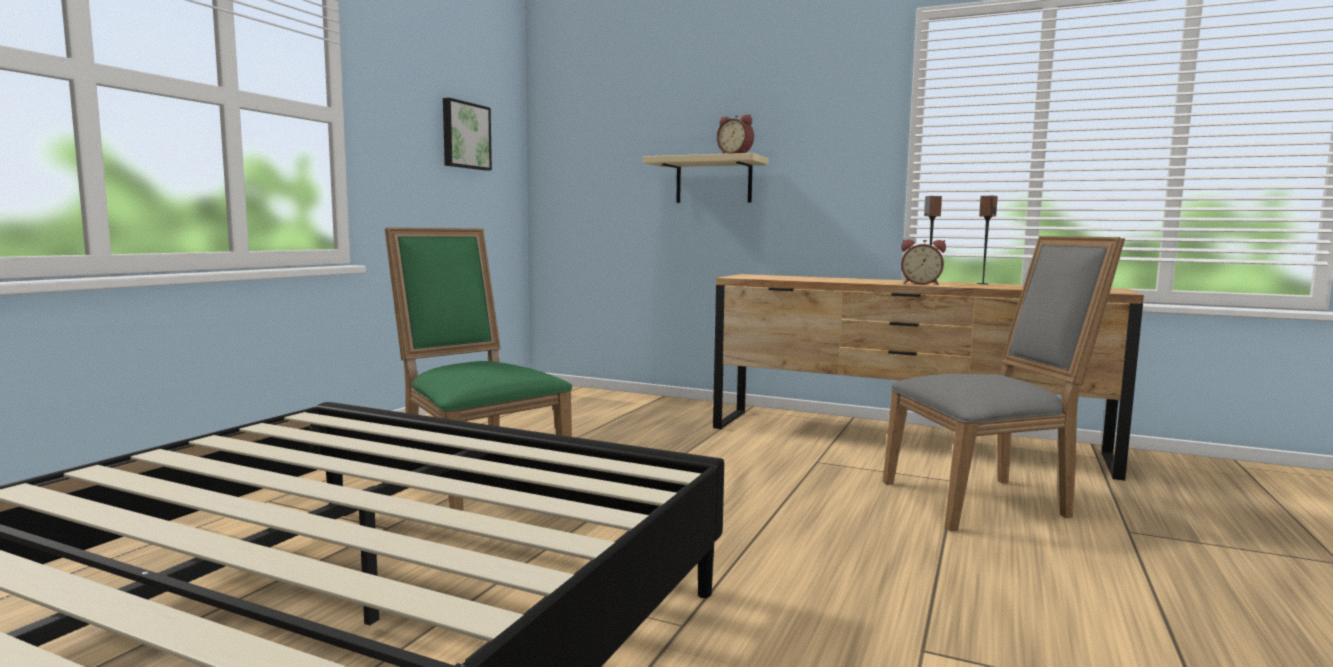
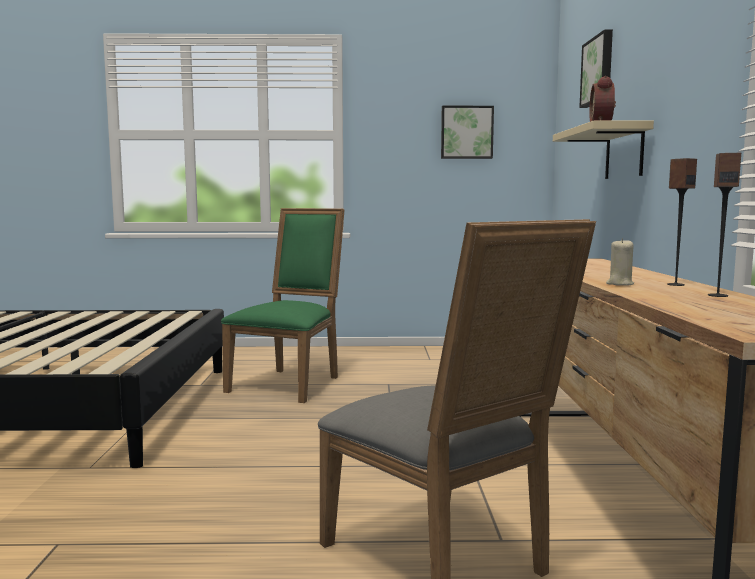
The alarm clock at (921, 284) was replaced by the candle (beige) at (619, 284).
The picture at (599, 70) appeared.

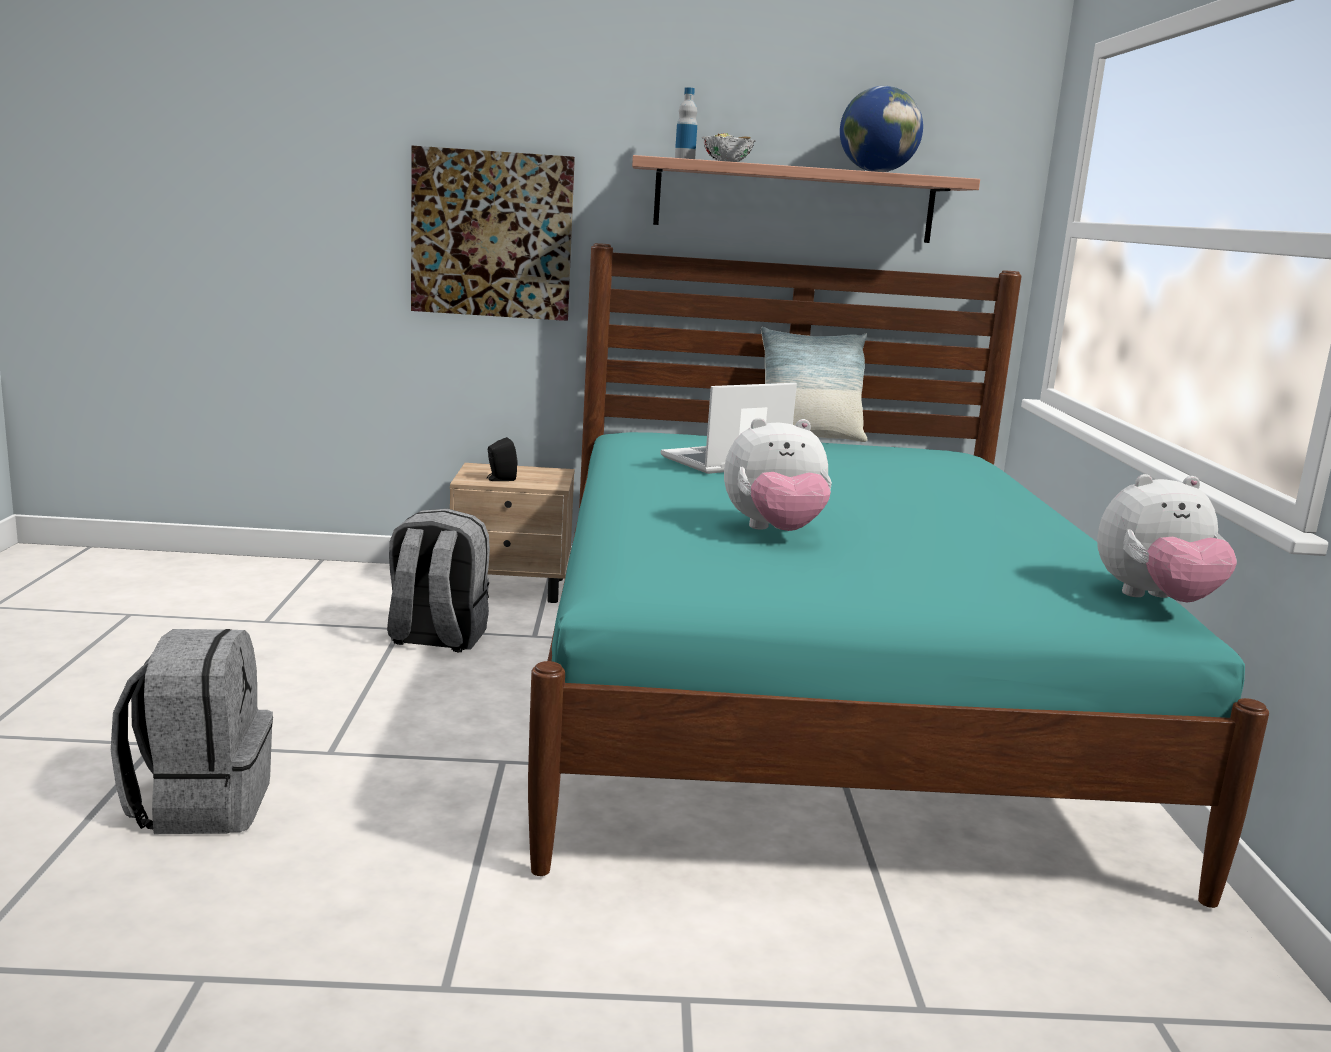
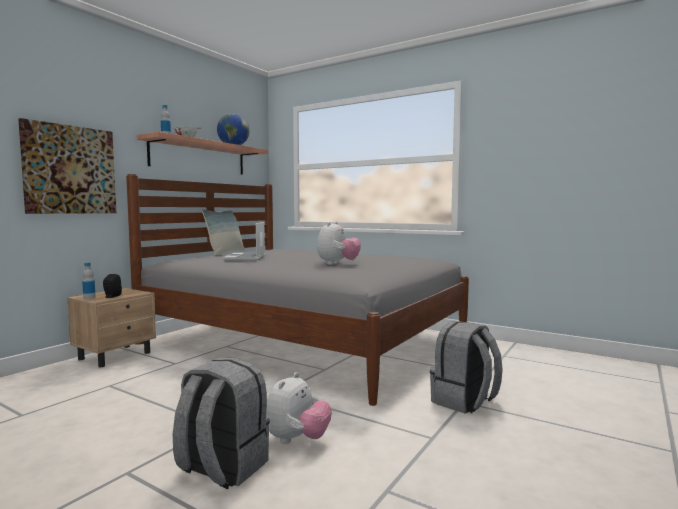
The bed (turquoise) at (812, 699) became the bed (grey) at (304, 340).
The plush toy moved from (1155, 600) to (297, 439).
The backpack (grey) moved from (436, 638) to (464, 402).
The bottle at (89, 298) appeared.

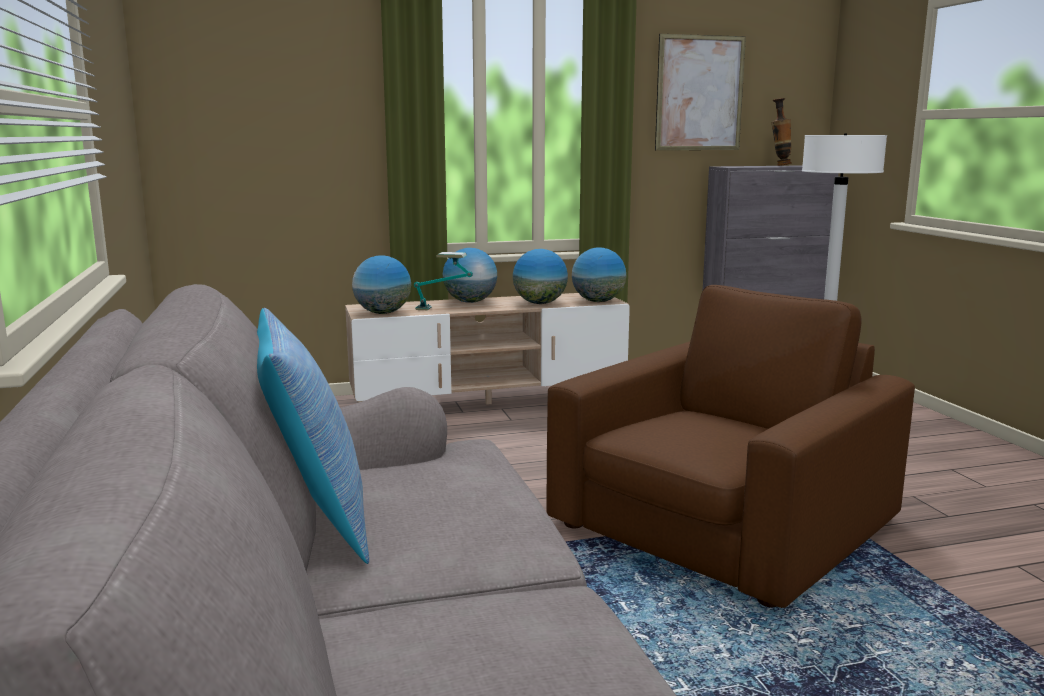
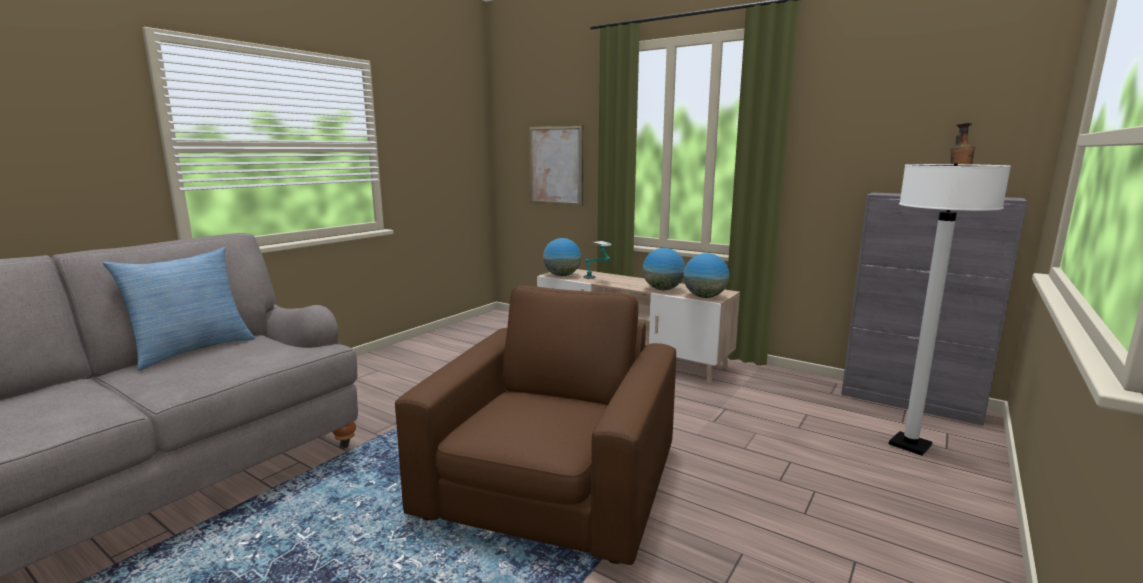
The picture moved from (699, 93) to (555, 165).
The globe at (470, 302) disappeared.
The armchair (brown) at (722, 524) turned 75 degrees counterclockwise.

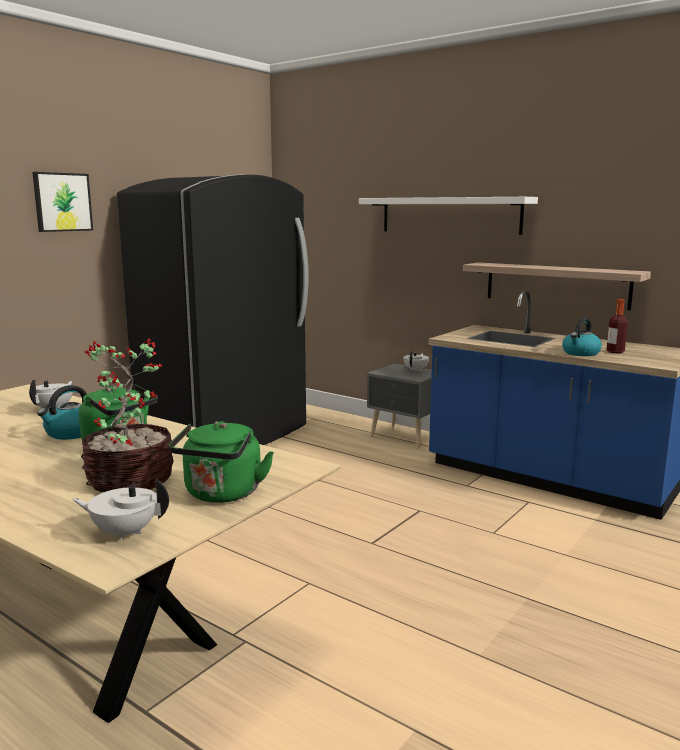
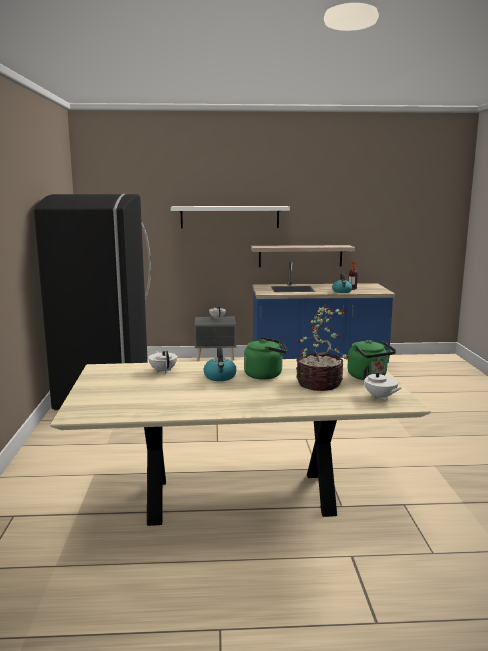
The picture at (62, 202) disappeared.
The teapot (white) at (124, 532) turned 90 degrees counterclockwise.

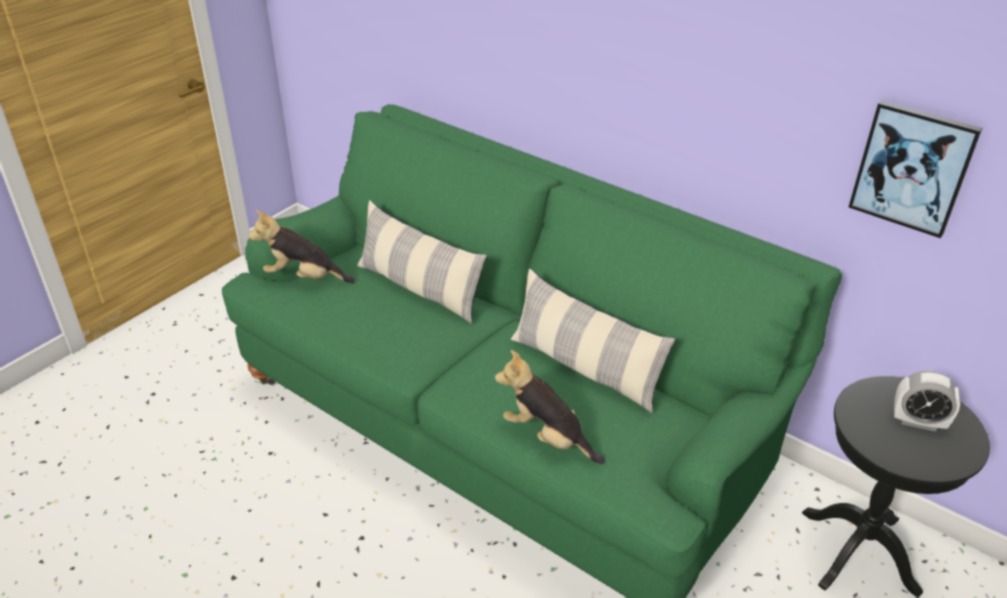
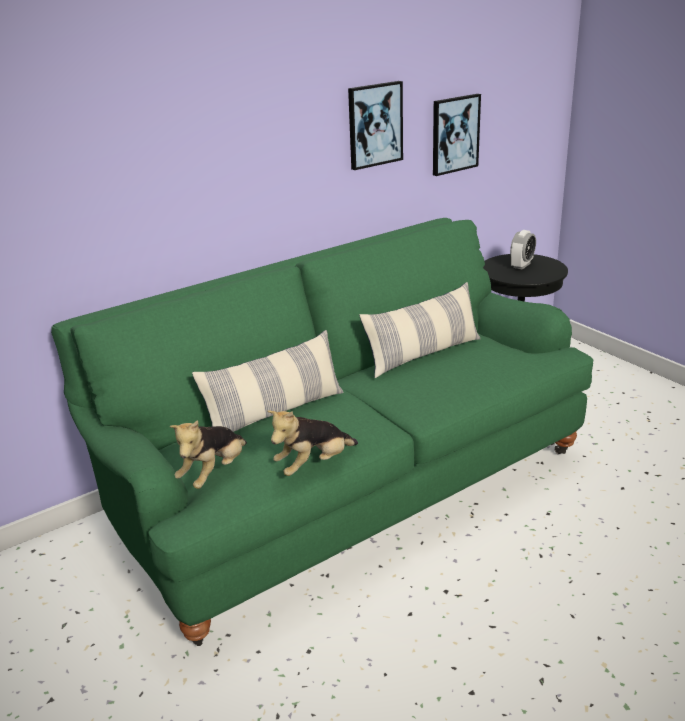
The plush toy moved from (547, 437) to (313, 465).
The picture at (374, 125) appeared.

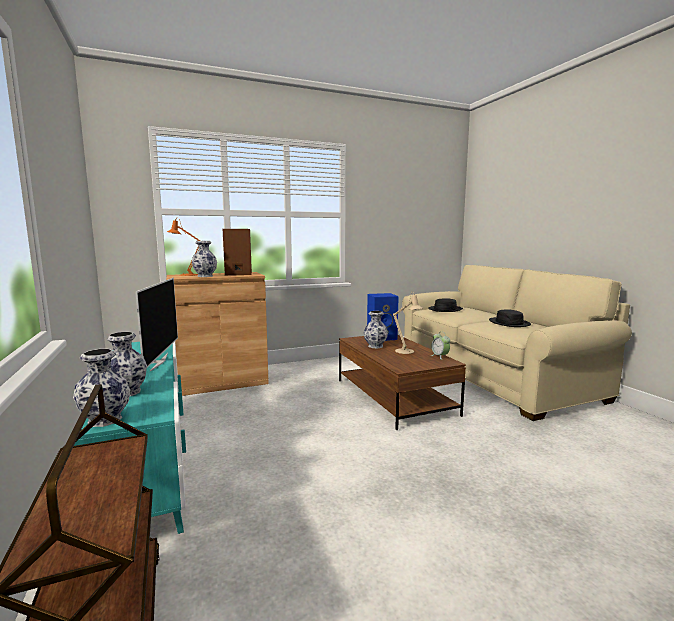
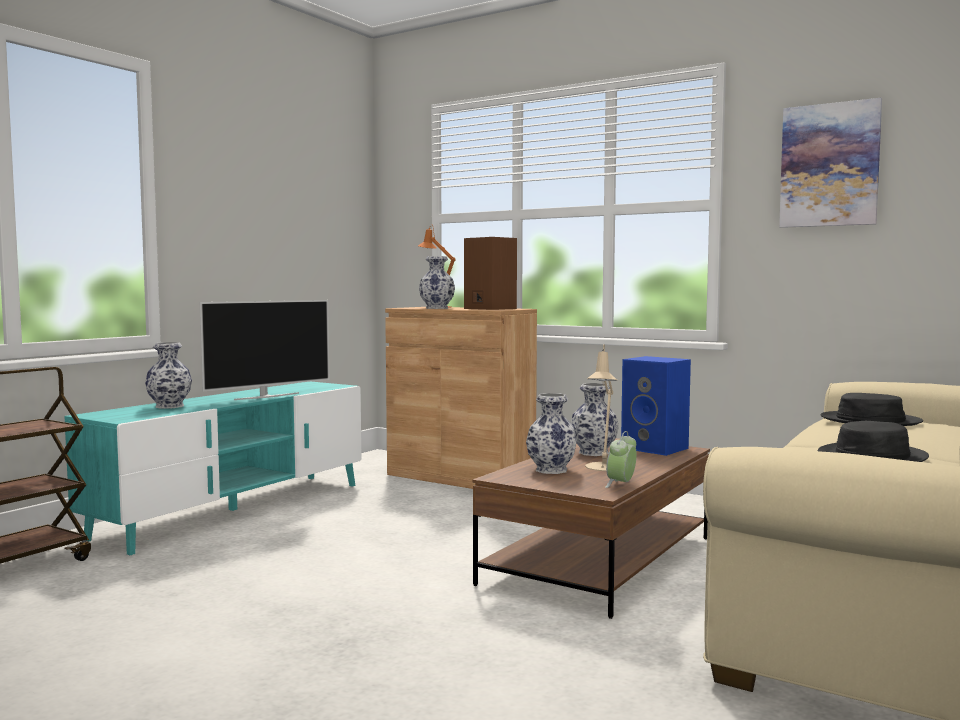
The vase moved from (104, 420) to (550, 470).
The picture at (829, 165) appeared.

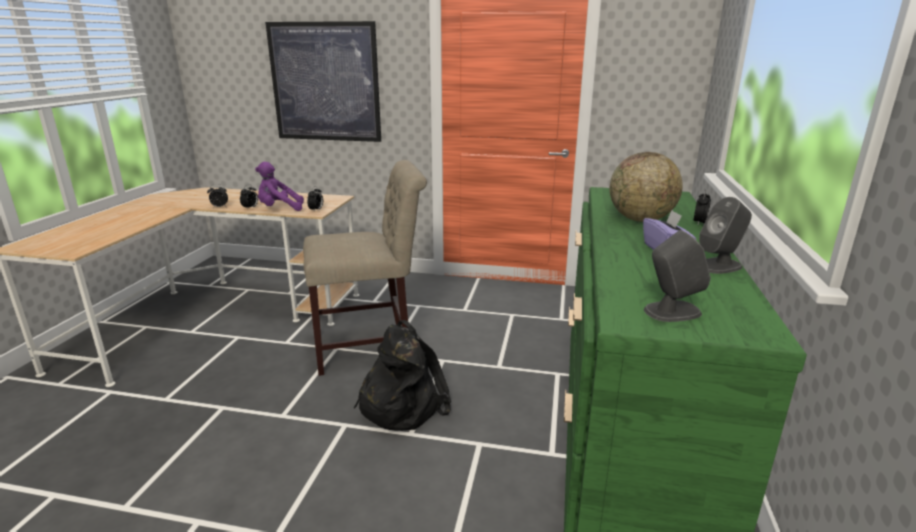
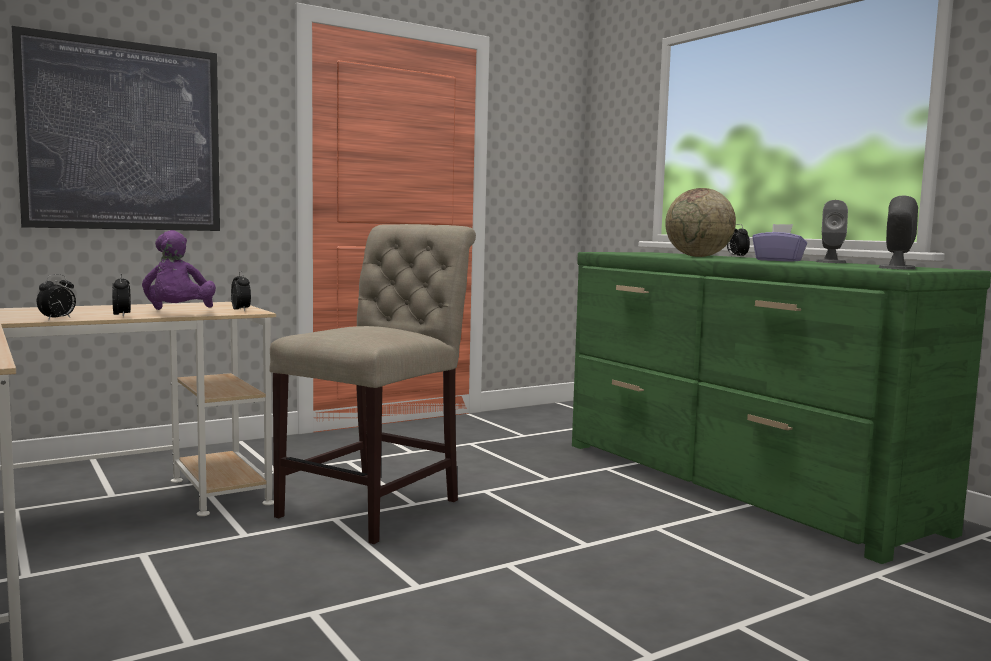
The plush toy (purple) at (279, 209) turned 45 degrees counterclockwise.
The backpack (black) at (401, 404) disappeared.

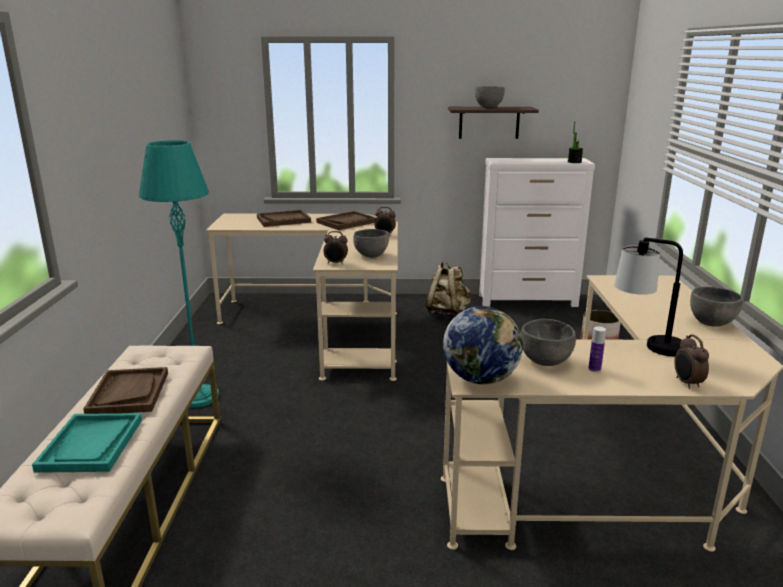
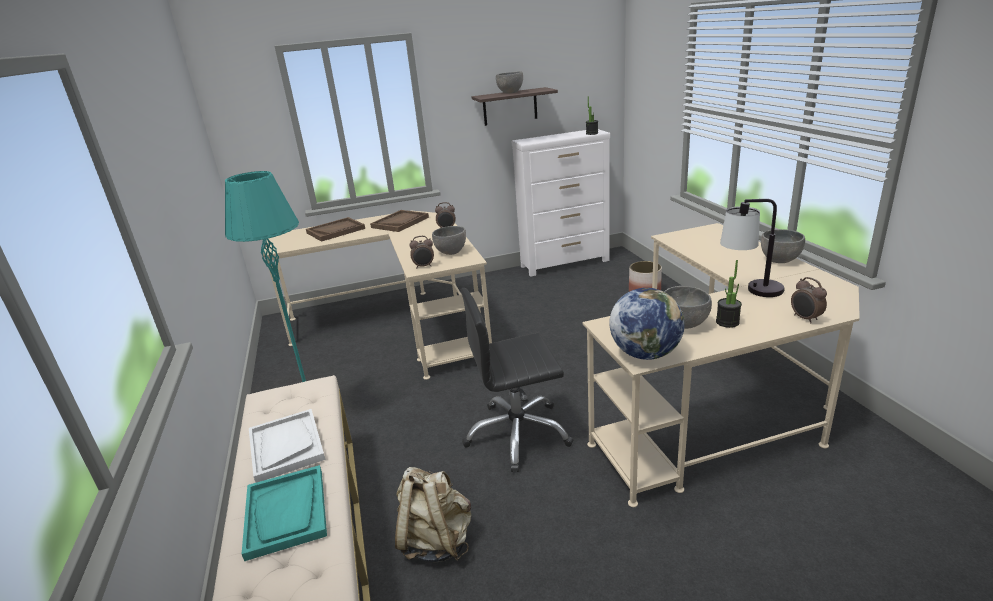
The backpack (beige) moved from (448, 314) to (436, 541).
The bottle at (594, 369) was replaced by the potted plant at (727, 322).
The tray (brown) at (128, 393) became the tray (white) at (286, 446).
The office chair (black) at (518, 434) appeared.

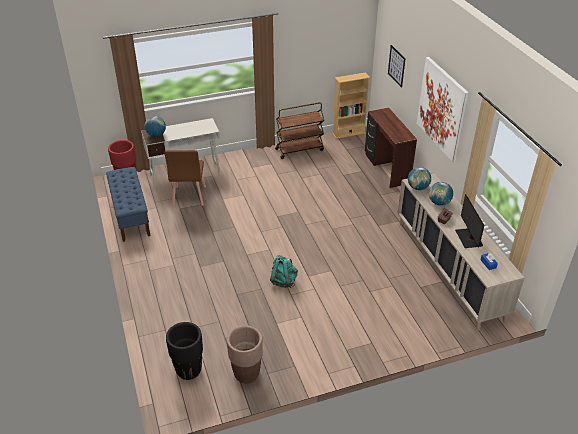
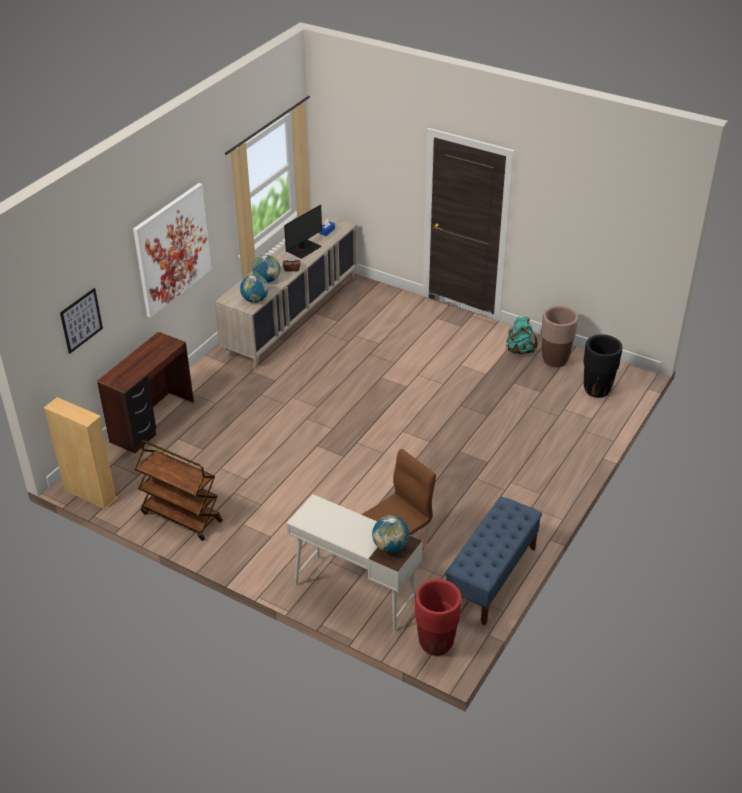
The backpack (turquoise) moved from (283, 281) to (519, 350).

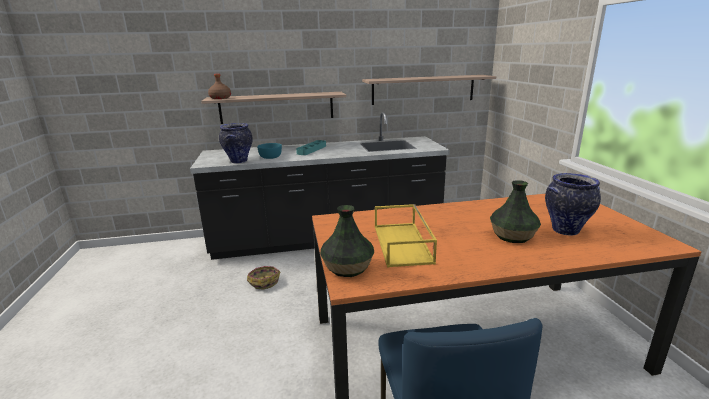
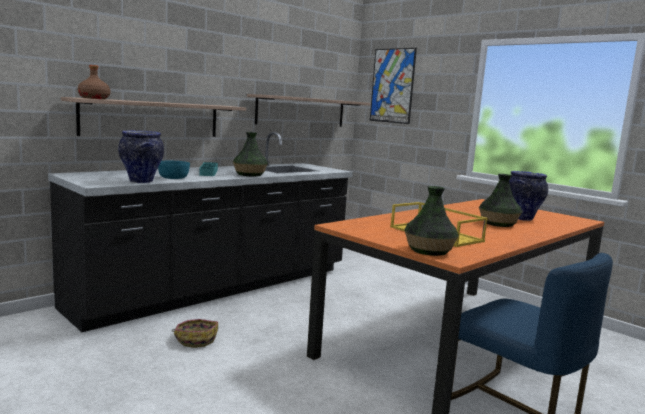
The picture at (392, 85) appeared.
The vase at (250, 174) appeared.

